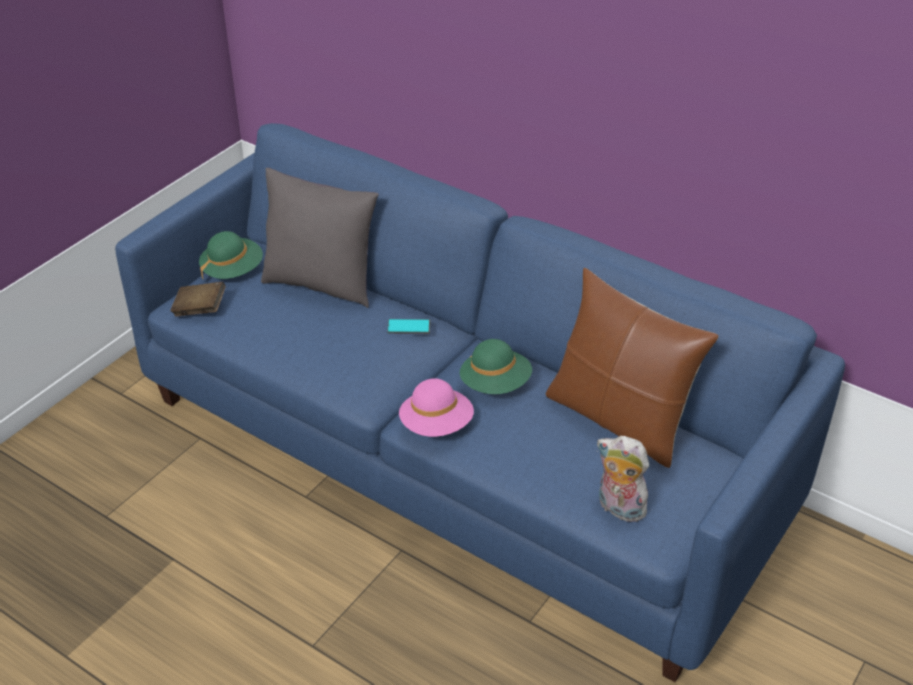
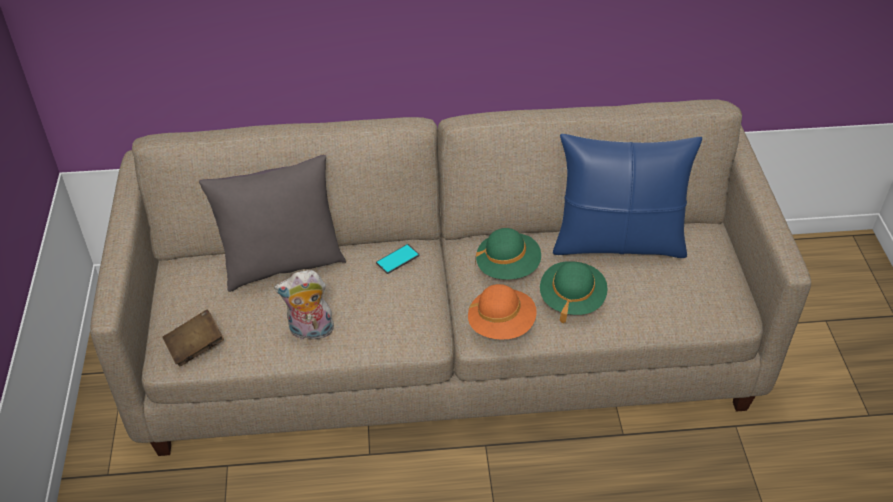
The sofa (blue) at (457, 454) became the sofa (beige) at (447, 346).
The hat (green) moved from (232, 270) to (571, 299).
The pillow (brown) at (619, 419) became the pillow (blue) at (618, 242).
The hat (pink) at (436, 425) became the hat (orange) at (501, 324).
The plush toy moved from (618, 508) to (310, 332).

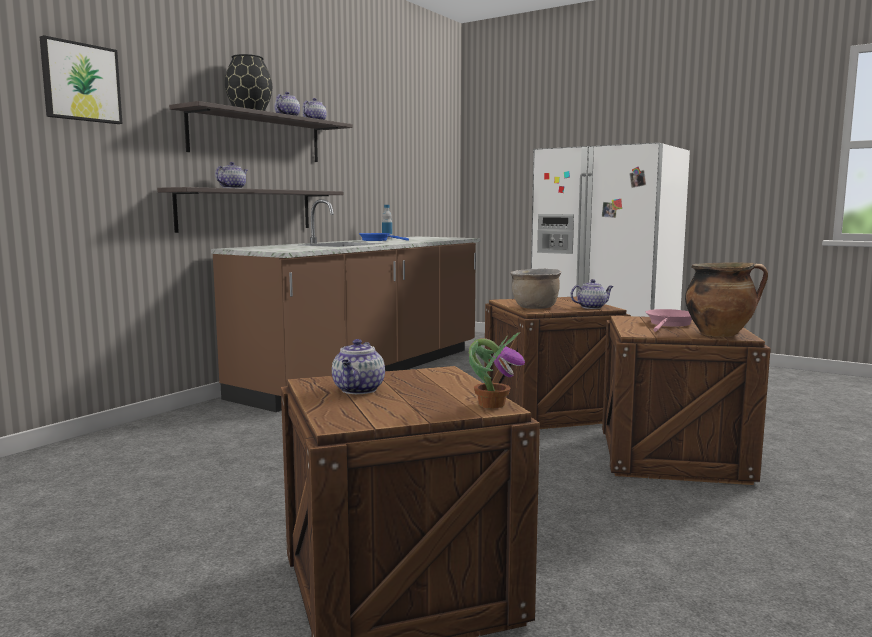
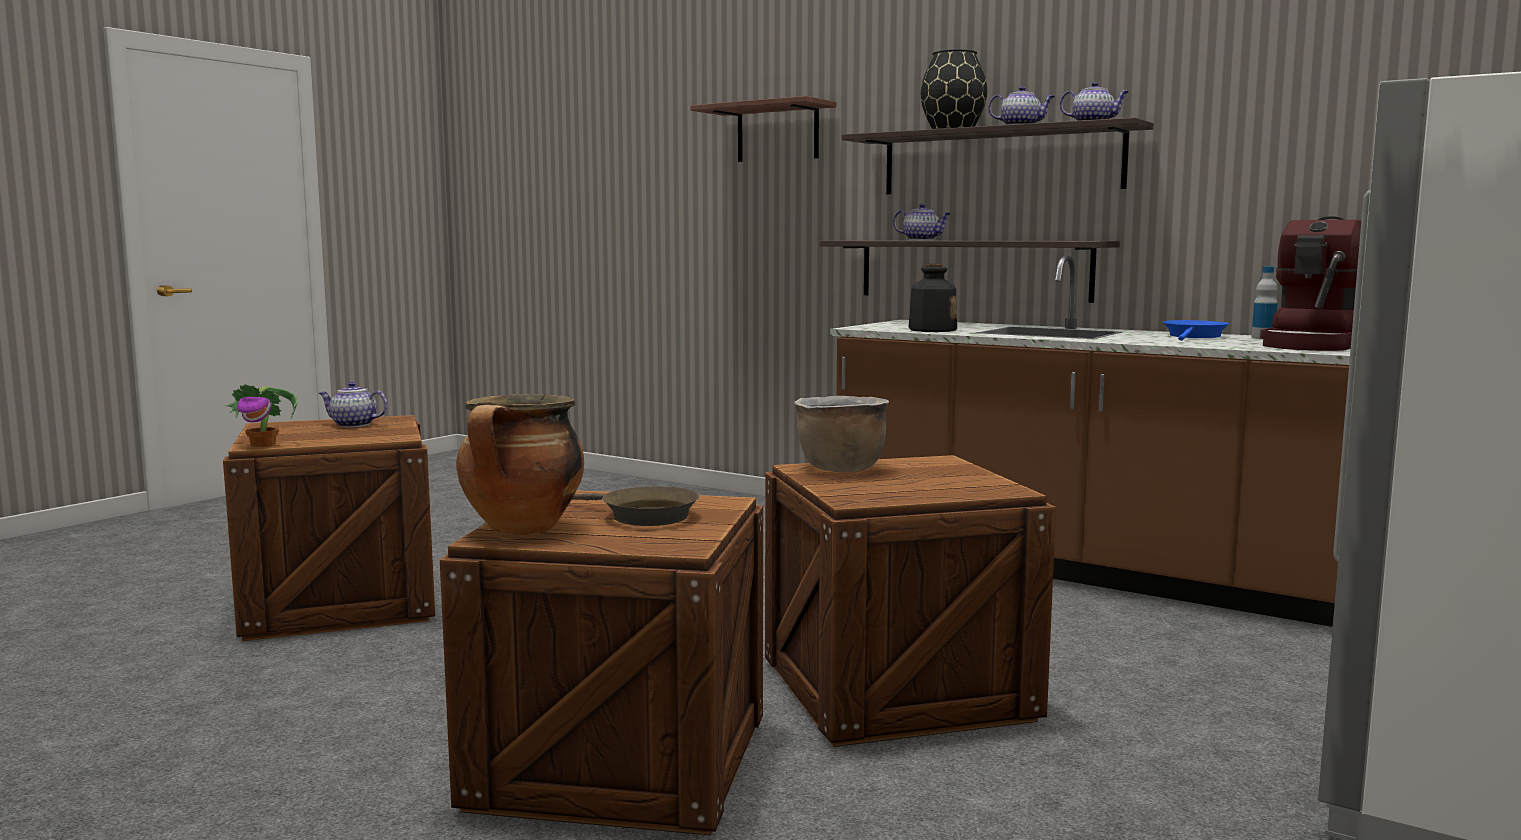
The picture at (80, 82) was replaced by the shelf at (777, 133).
The teapot at (592, 307) disappeared.
The frying pan (pink) at (669, 324) became the frying pan (brown) at (642, 516).
The coffee machine at (1317, 344) appeared.
The bottle at (932, 330) appeared.

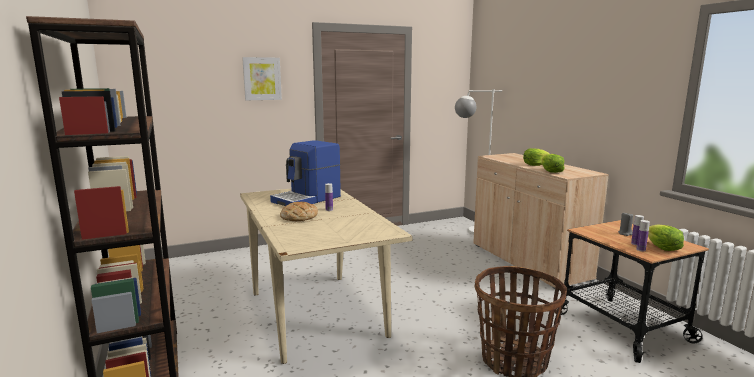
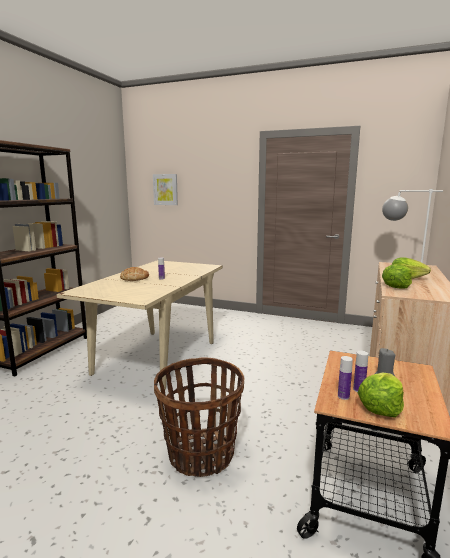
The picture moved from (262, 78) to (165, 189).
The coffee machine at (307, 199) disappeared.

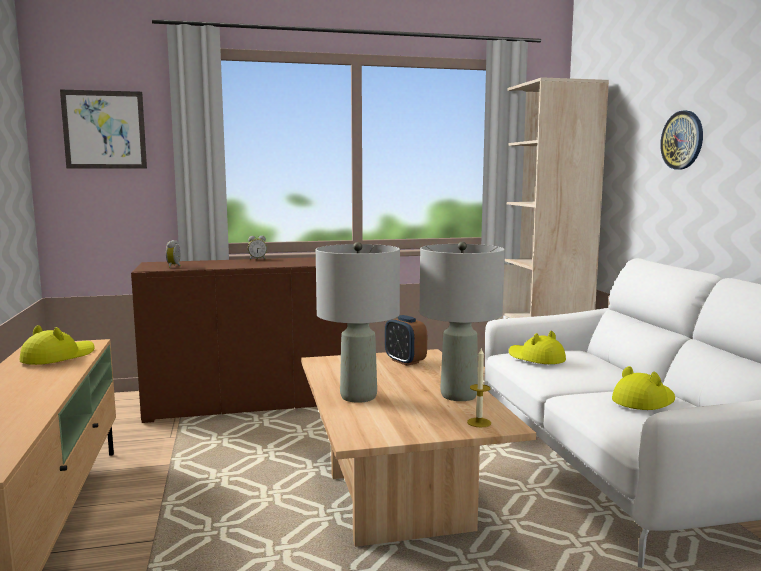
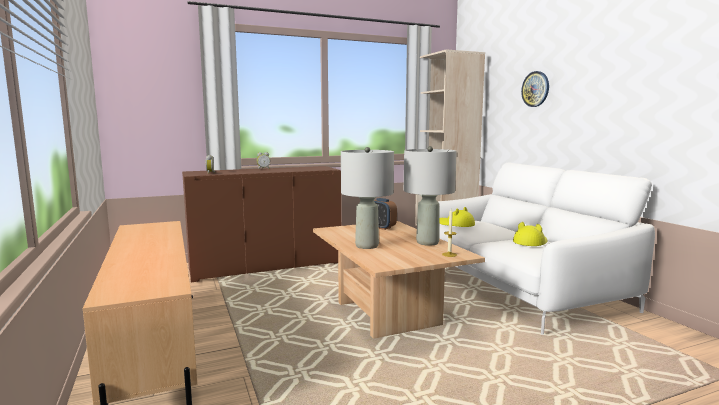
The picture at (104, 130) disappeared.
The hat (yellow) at (58, 357) disappeared.

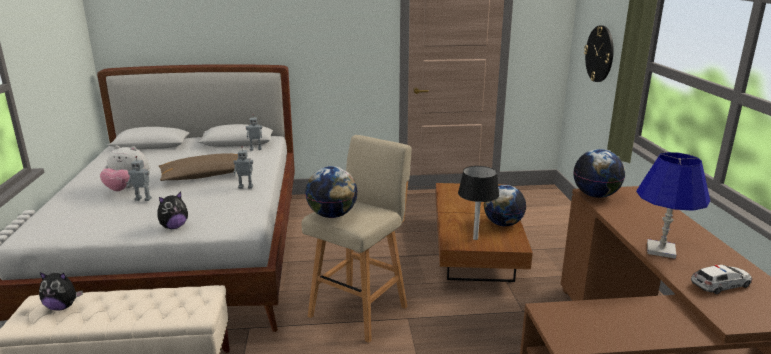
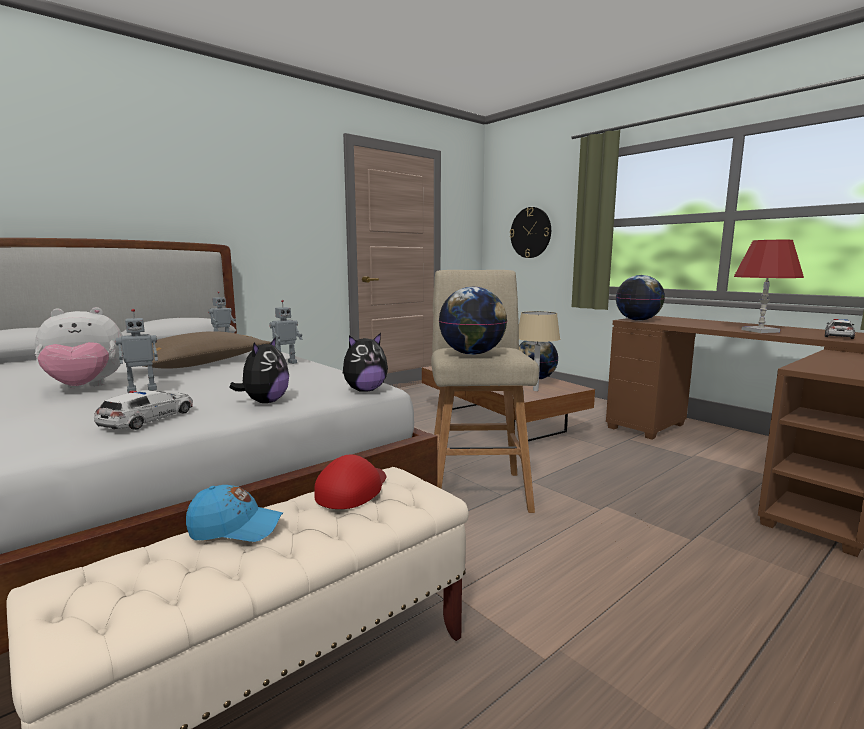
The table lamp (blue) at (661, 250) became the table lamp (red) at (760, 331).
The table lamp (black) at (475, 238) became the table lamp (beige) at (535, 390).
The plush toy moved from (62, 307) to (364, 390).
The toy car at (149, 419) appeared.
The cap (red) at (353, 489) appeared.
The cap (blue) at (236, 529) appeared.

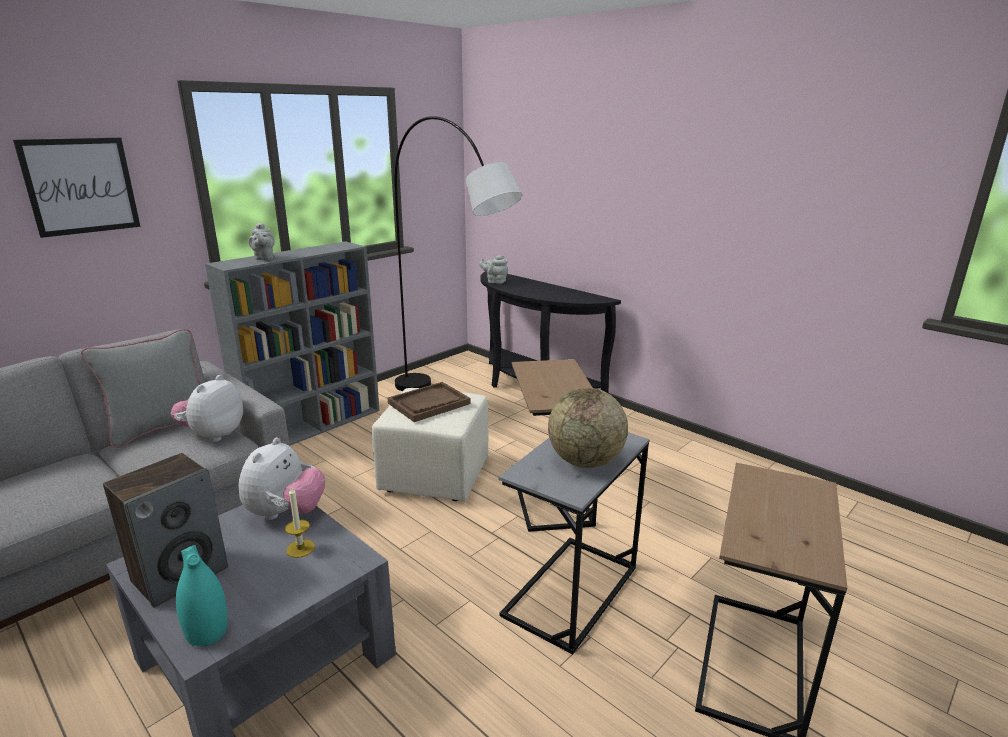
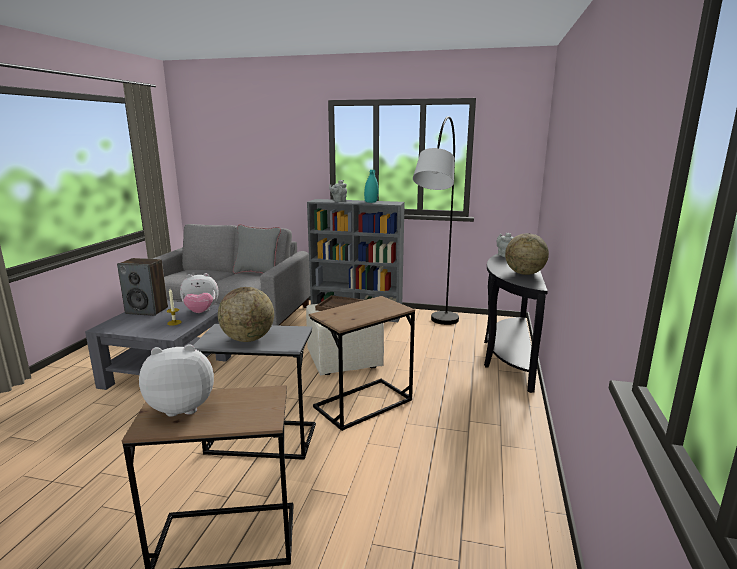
The picture at (81, 186) disappeared.
The plush toy moved from (213, 435) to (183, 407).
The vase (turquoise) moved from (207, 631) to (371, 201).
The globe at (524, 273) appeared.

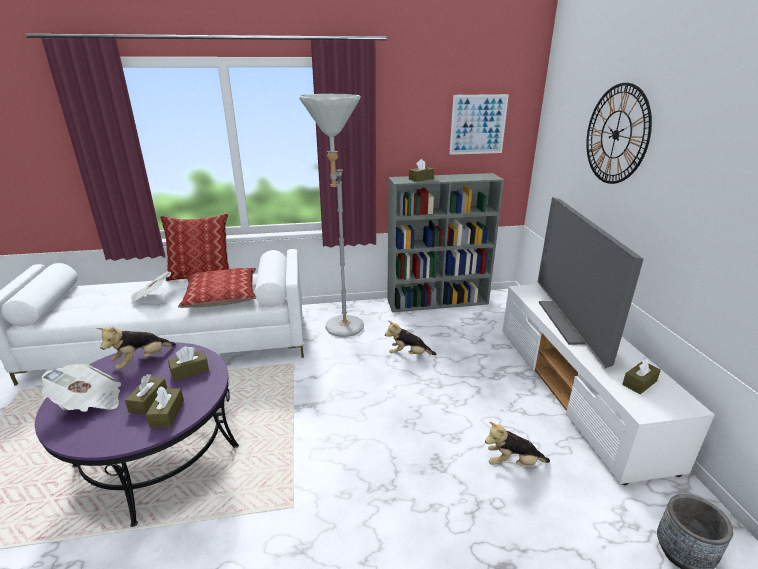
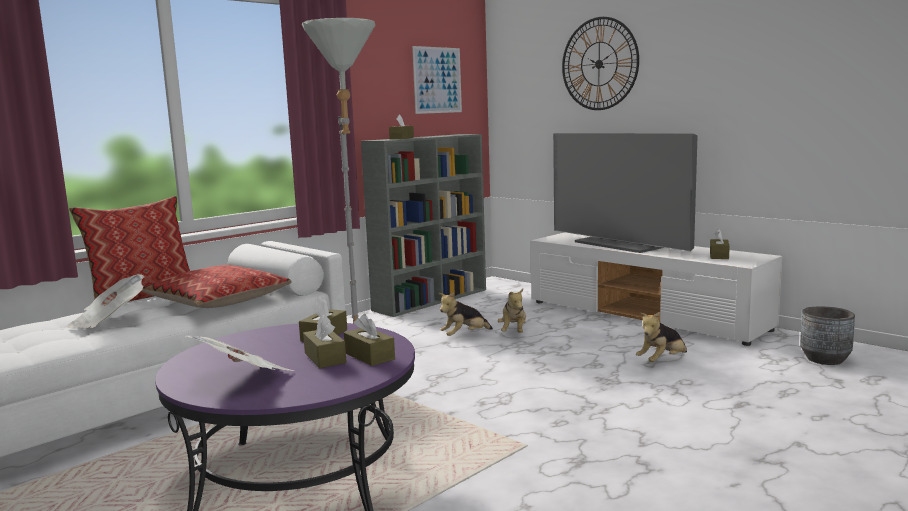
The plush toy moved from (142, 361) to (514, 332).

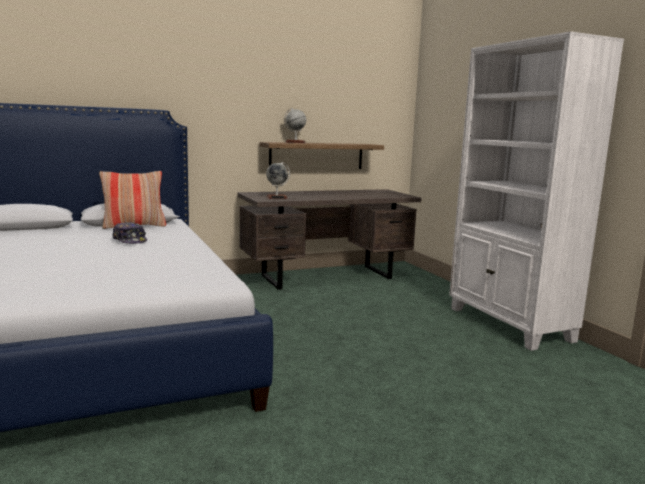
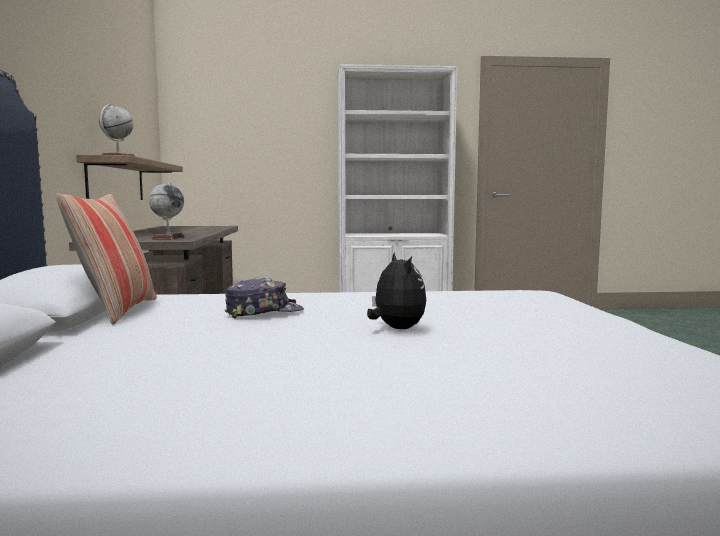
The plush toy at (396, 329) appeared.

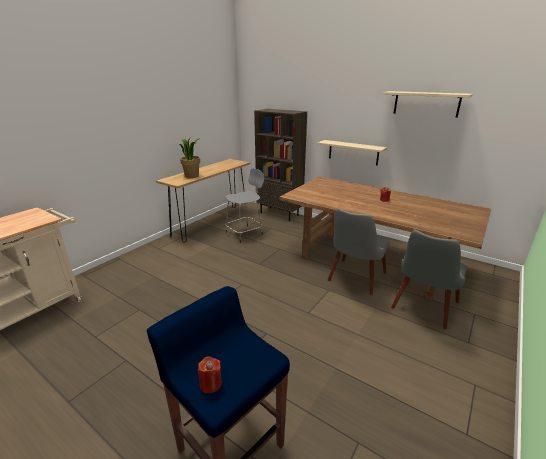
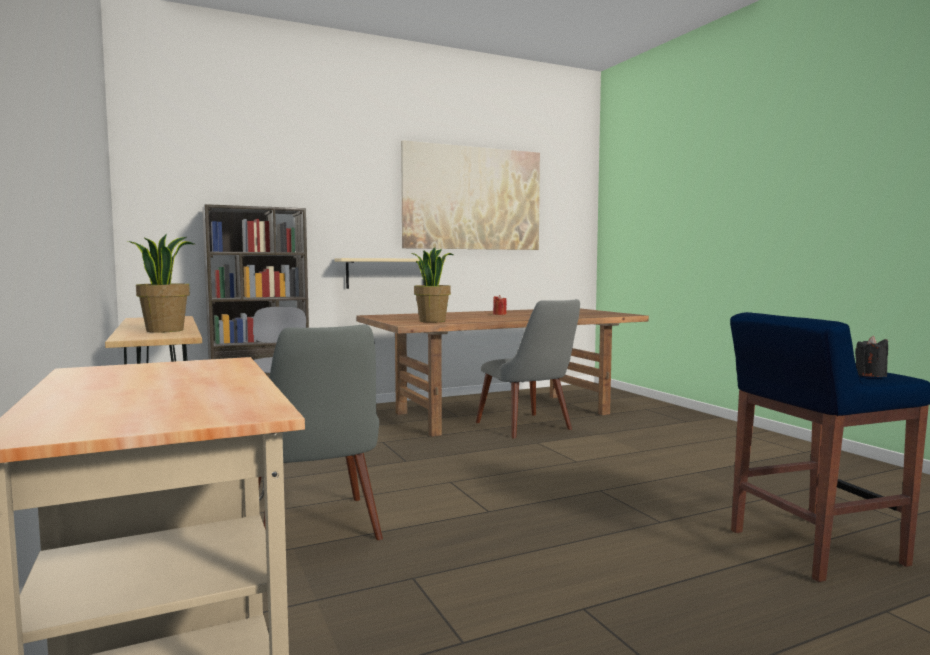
The shelf (beige) at (426, 104) was replaced by the picture at (473, 198).
The chair (grey) moved from (422, 309) to (318, 534).
The candle (red) at (211, 384) became the candle (black) at (870, 375).
The potted plant at (432, 321) appeared.

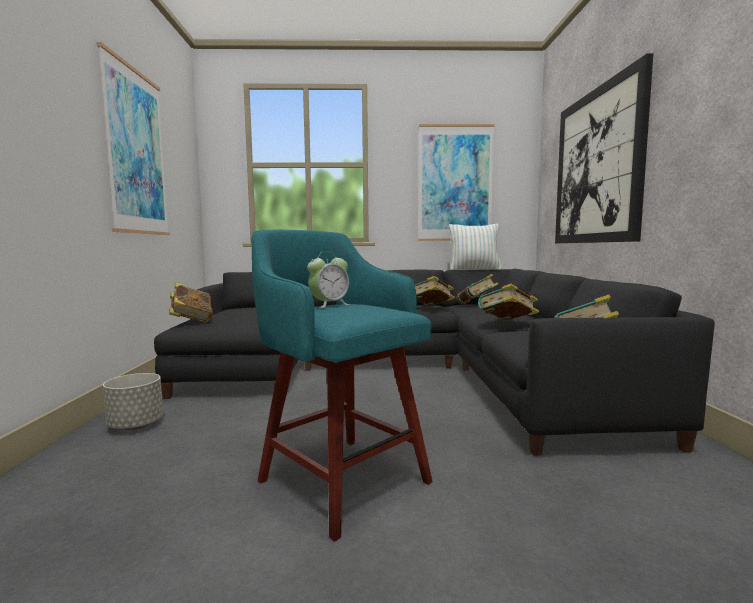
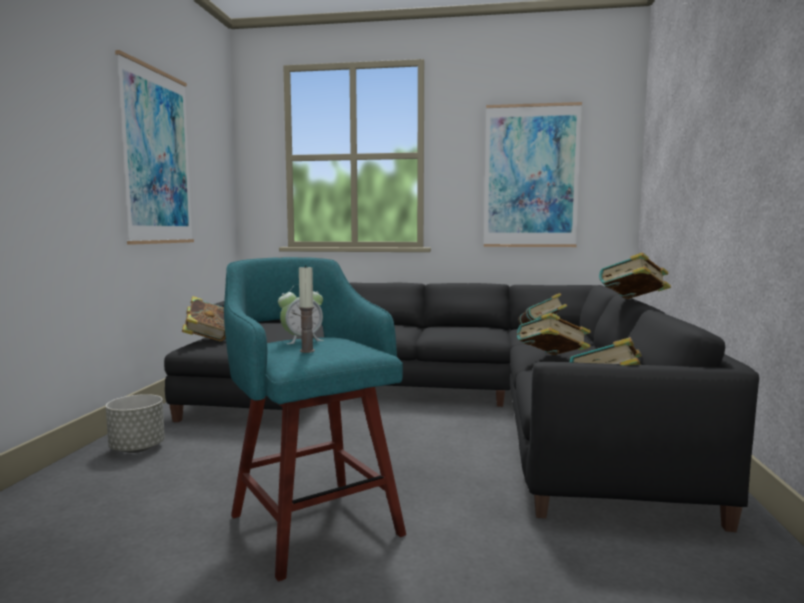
The picture at (597, 167) disappeared.
The pillow at (474, 269) disappeared.
The book moved from (431, 308) to (633, 301).
The candle at (307, 351) appeared.

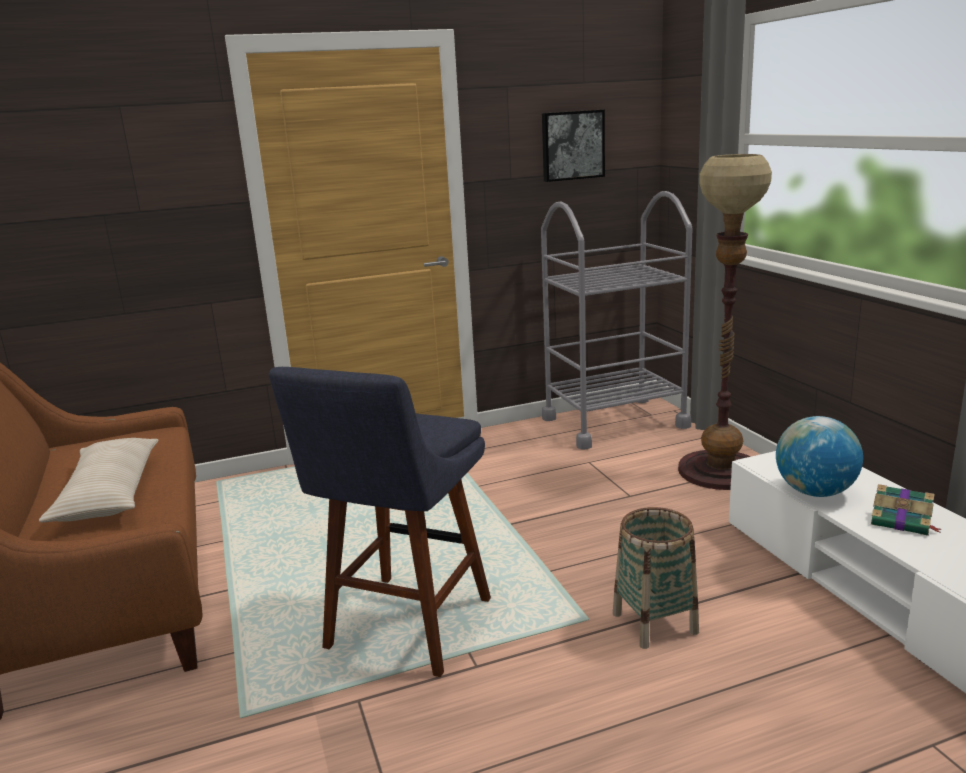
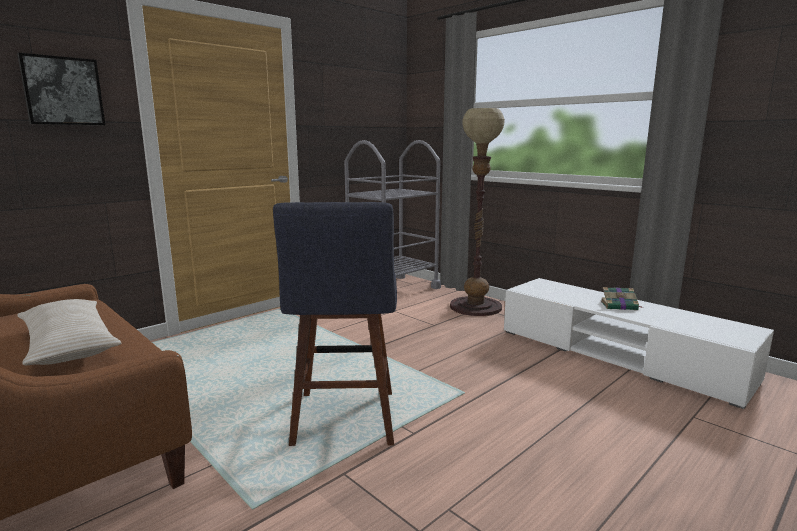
The picture moved from (572, 145) to (62, 91).
The globe at (814, 492) disappeared.
The basket at (655, 623) disappeared.

